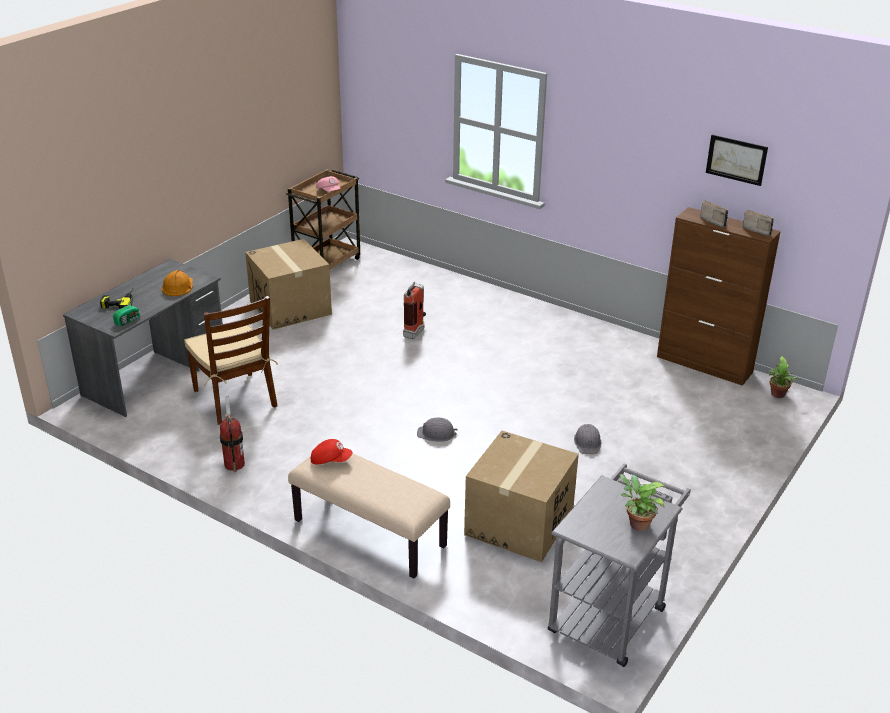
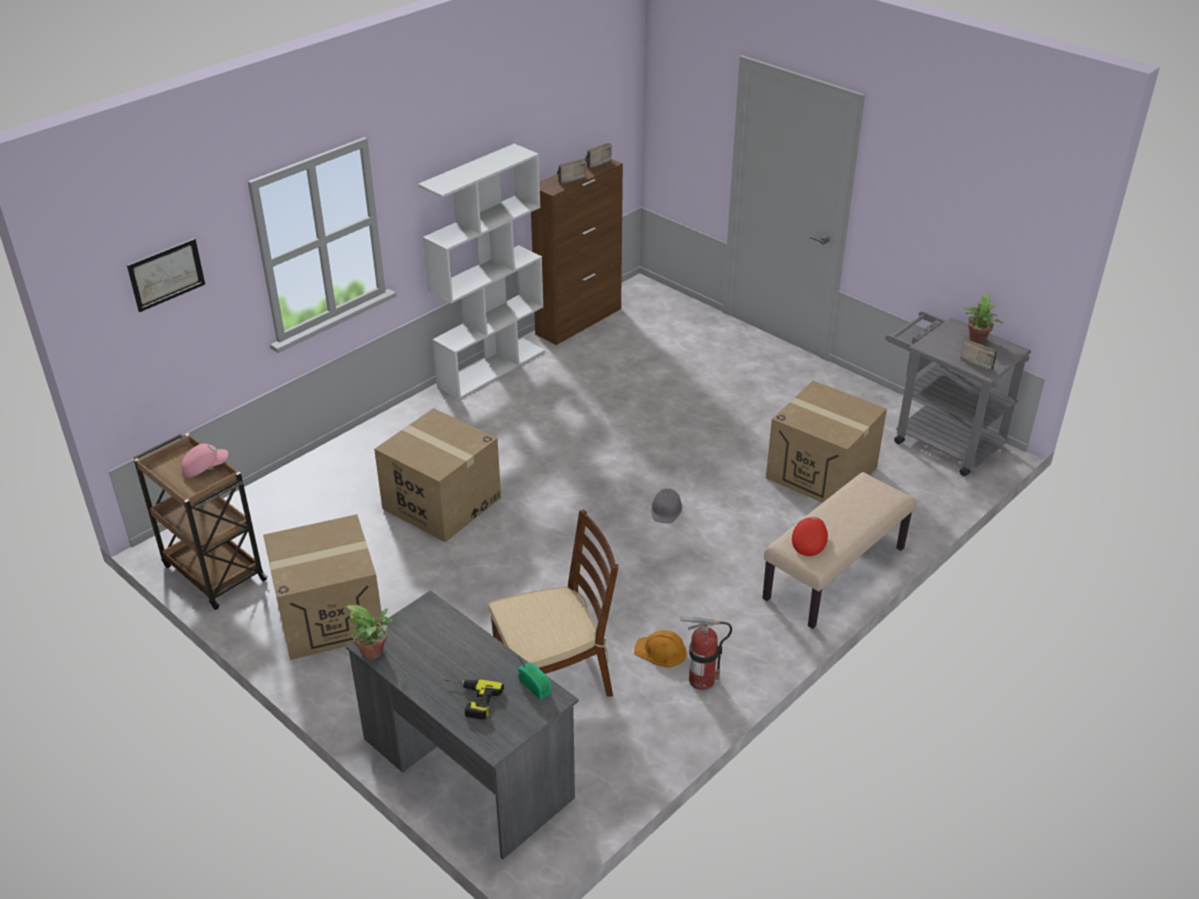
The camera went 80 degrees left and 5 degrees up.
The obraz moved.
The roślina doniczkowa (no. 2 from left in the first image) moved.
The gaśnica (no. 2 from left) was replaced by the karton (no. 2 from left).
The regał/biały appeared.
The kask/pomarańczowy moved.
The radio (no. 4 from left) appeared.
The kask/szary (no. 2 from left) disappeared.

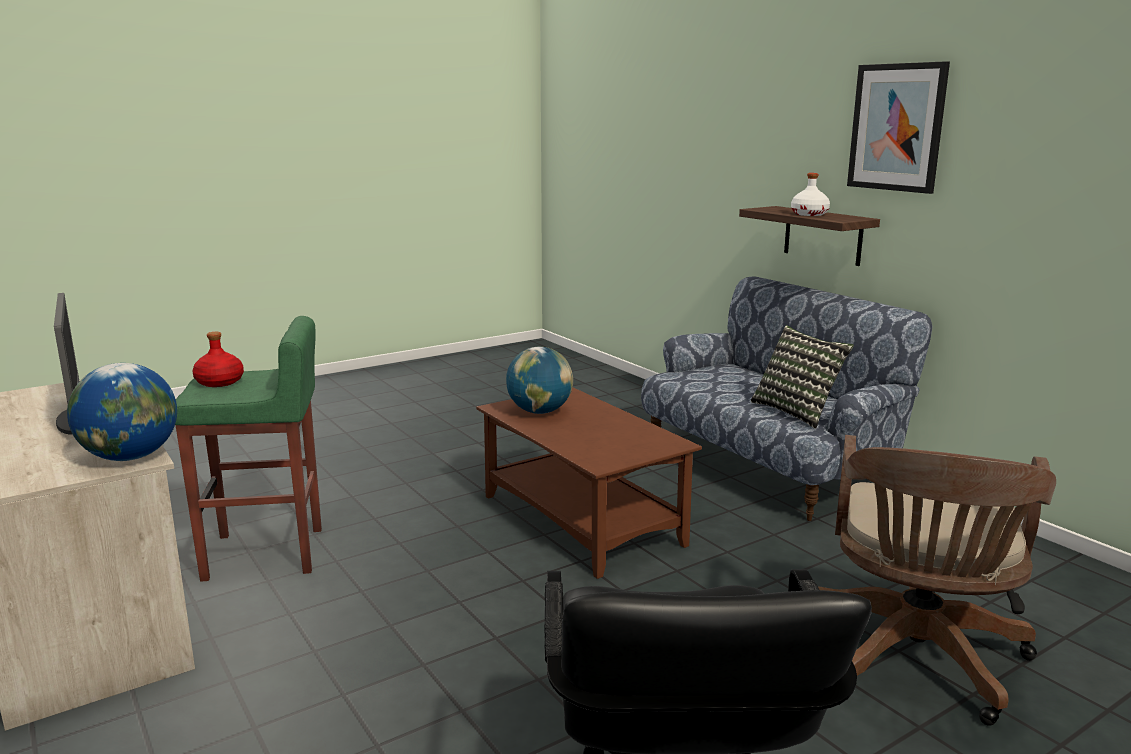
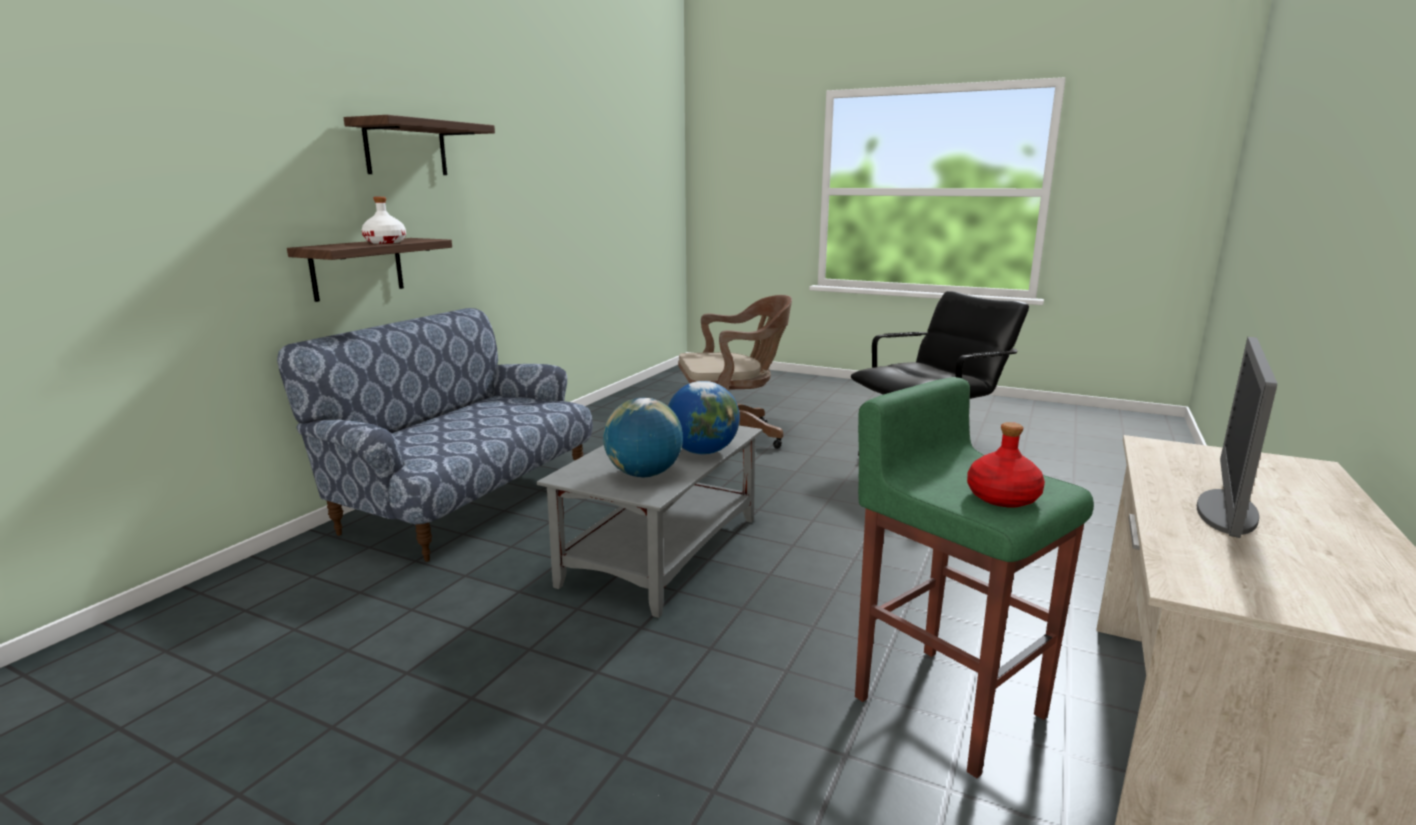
The camera went 120 degrees left and 0 degrees up.
The obraz was replaced by the półka (no. 2 from left).
The ława/brązowy became the ława/szary.
The globus (no. 1 from left in the first image) moved.
The poduszka disappeared.

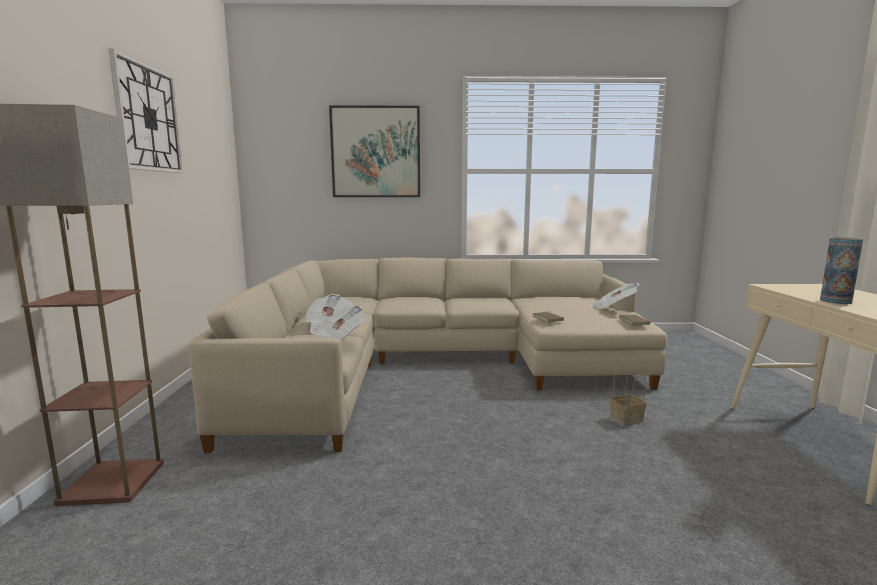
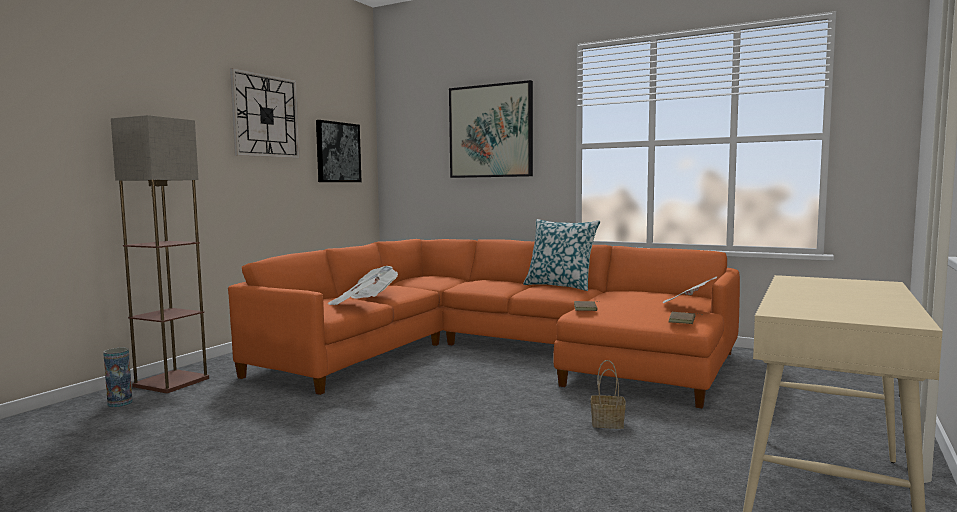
The camera went 30 degrees right and 5 degrees down.
The wazon moved.
The kanapa/beżowy became the kanapa/pomarańczowy.
The obraz (no. 1 from left) appeared.
The poduszka appeared.

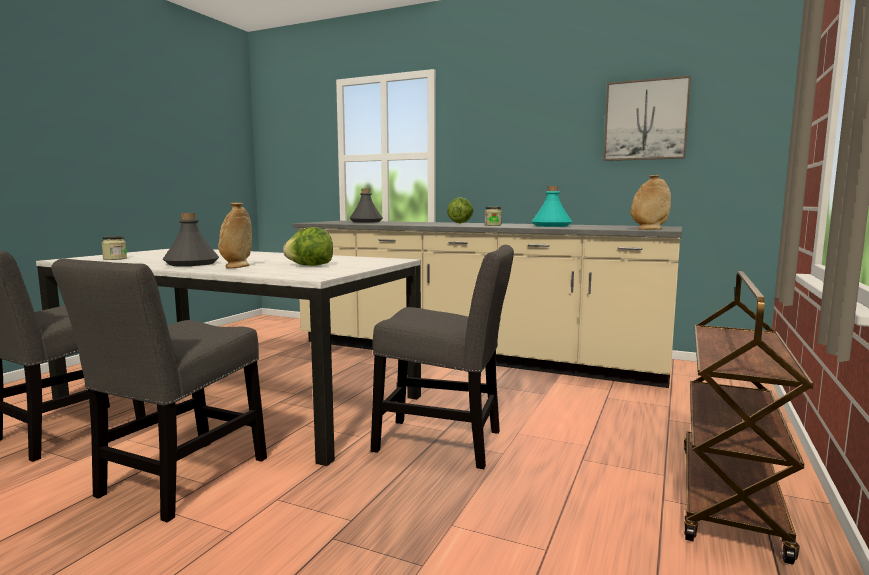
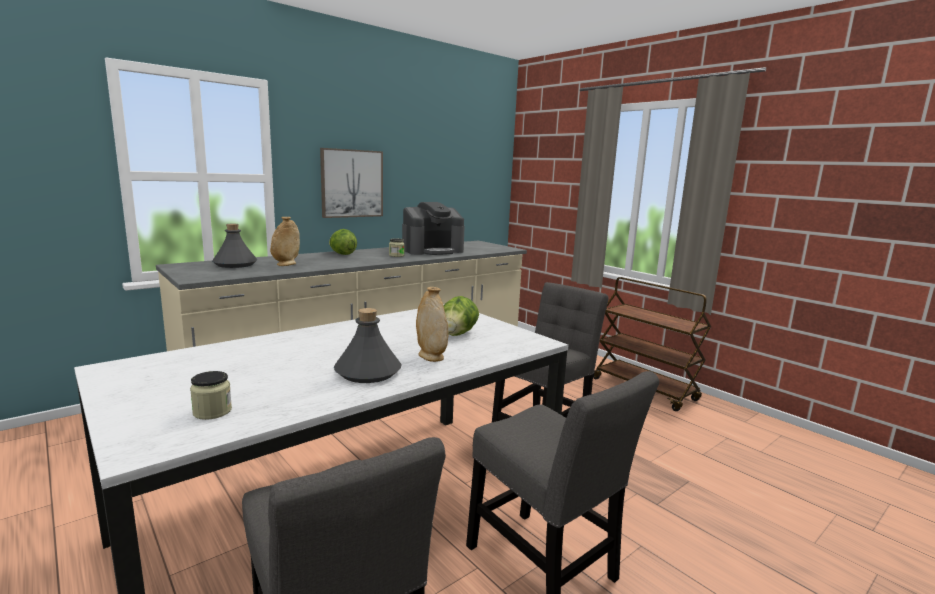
The camera went 65 degrees left and 5 degrees up.
The wazon/beżowy (no. 2 from left in the first image) moved.
The obraz moved.
The butelka/turkusowy was replaced by the ekspres do kawy.

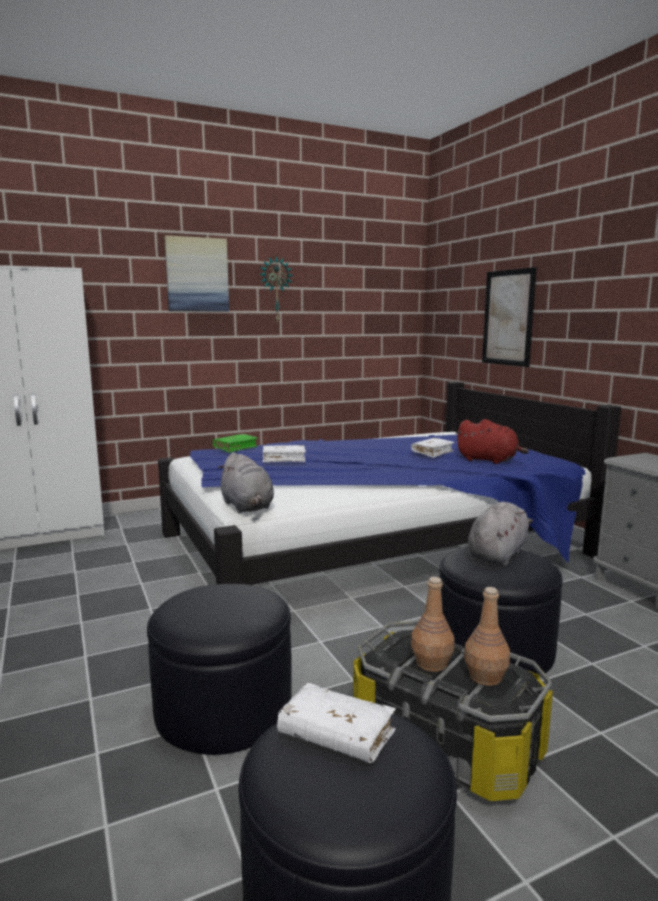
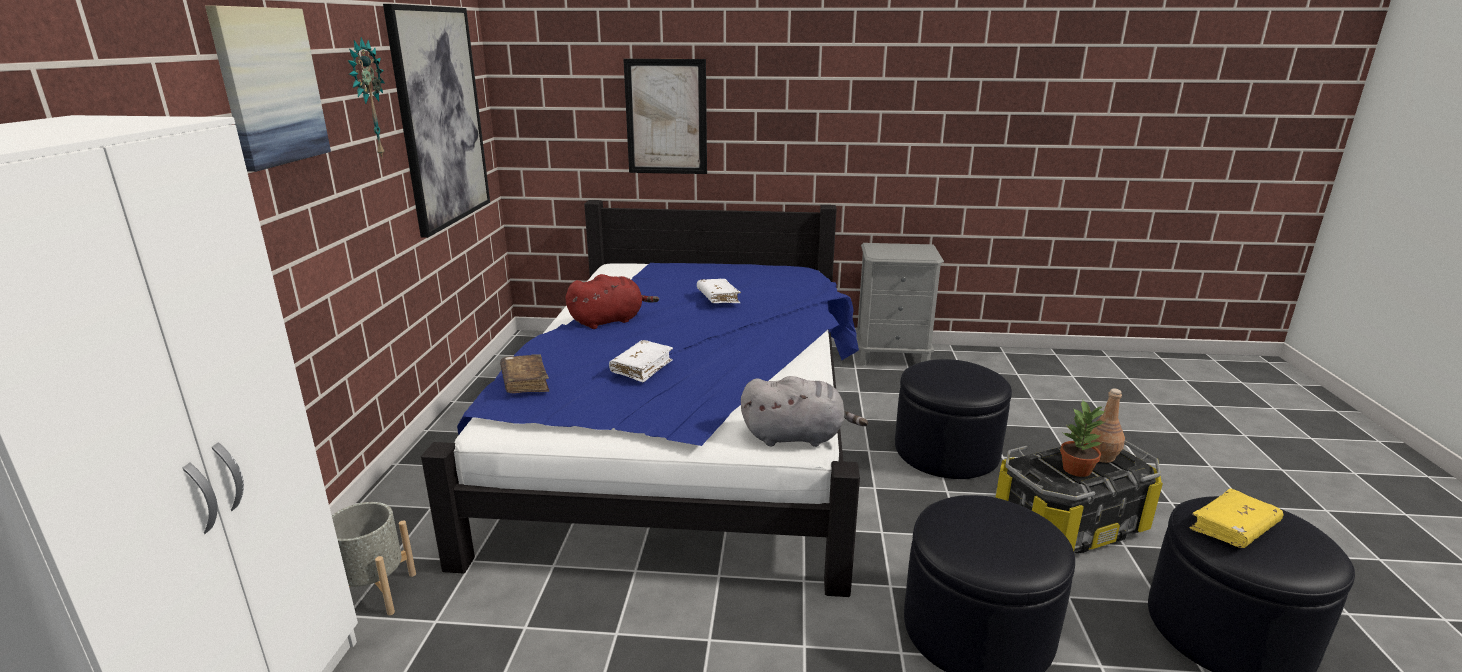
The camera went 60 degrees left and 10 degrees up.
The donica/szary appeared.
The obraz (no. 2 from left) appeared.
The książka/zielony became the książka/brązowy.
The pluszak/czerwony moved.
The butelka/brązowy (no. 1 from left) was replaced by the roślina doniczkowa.
The książka/biały (no. 2 from left) became the książka/żółty.
The pluszak/szary (no. 2 from left) disappeared.

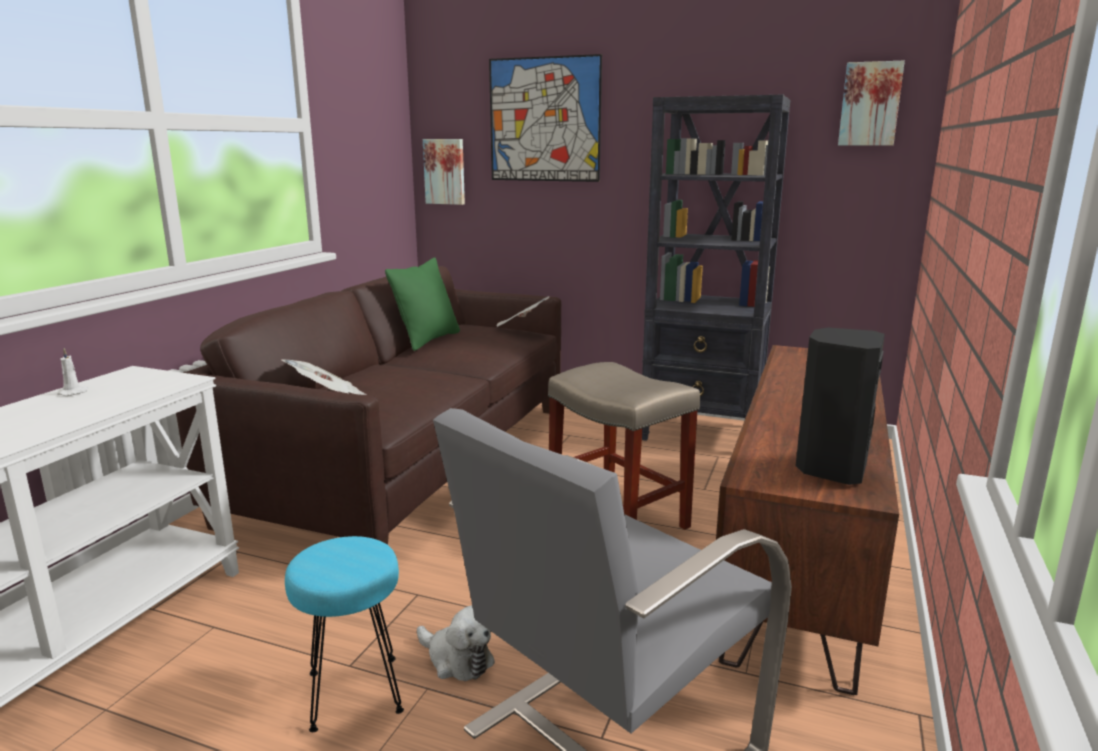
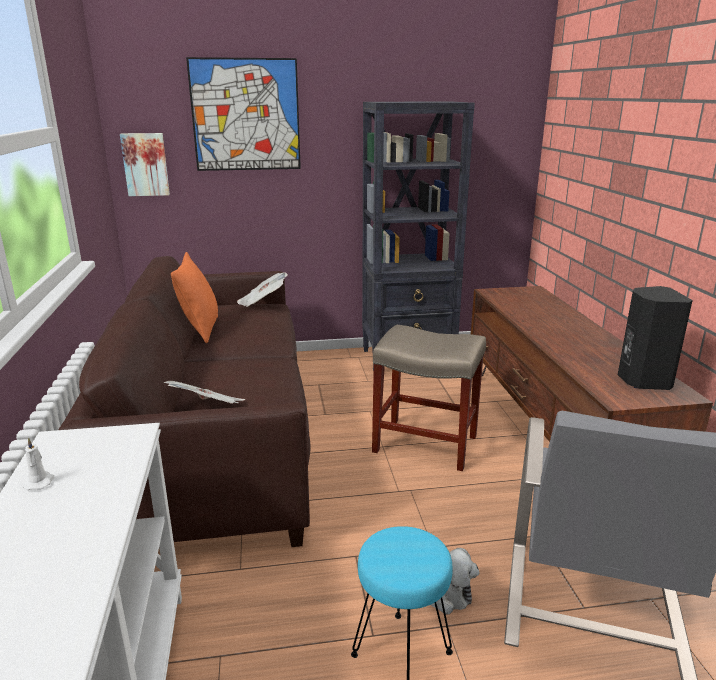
The camera went 30 degrees left and 5 degrees up.
The poduszka/zielony became the poduszka/pomarańczowy.
The obraz (no. 3 from left) disappeared.

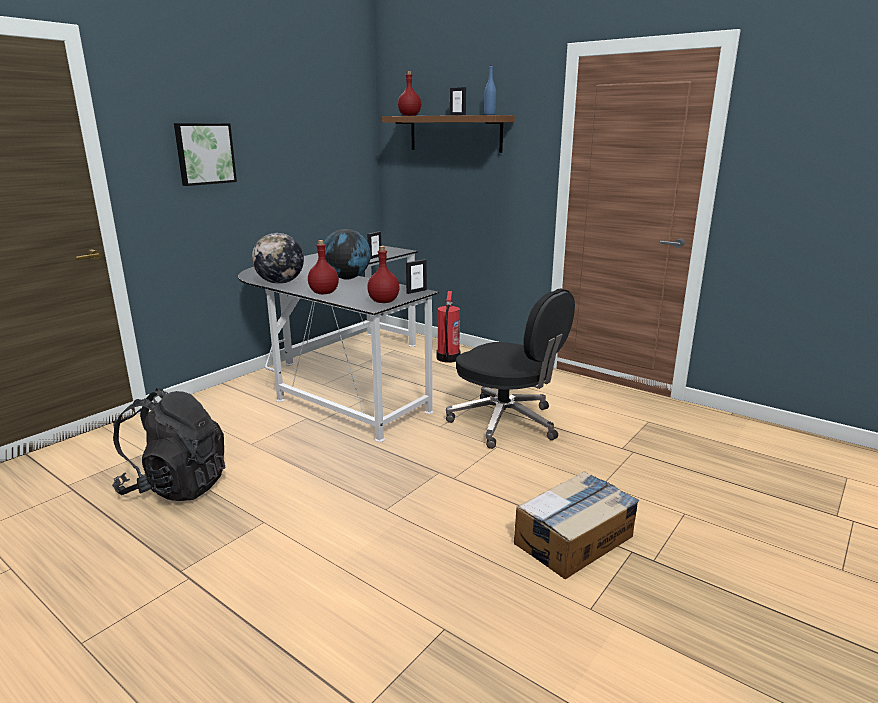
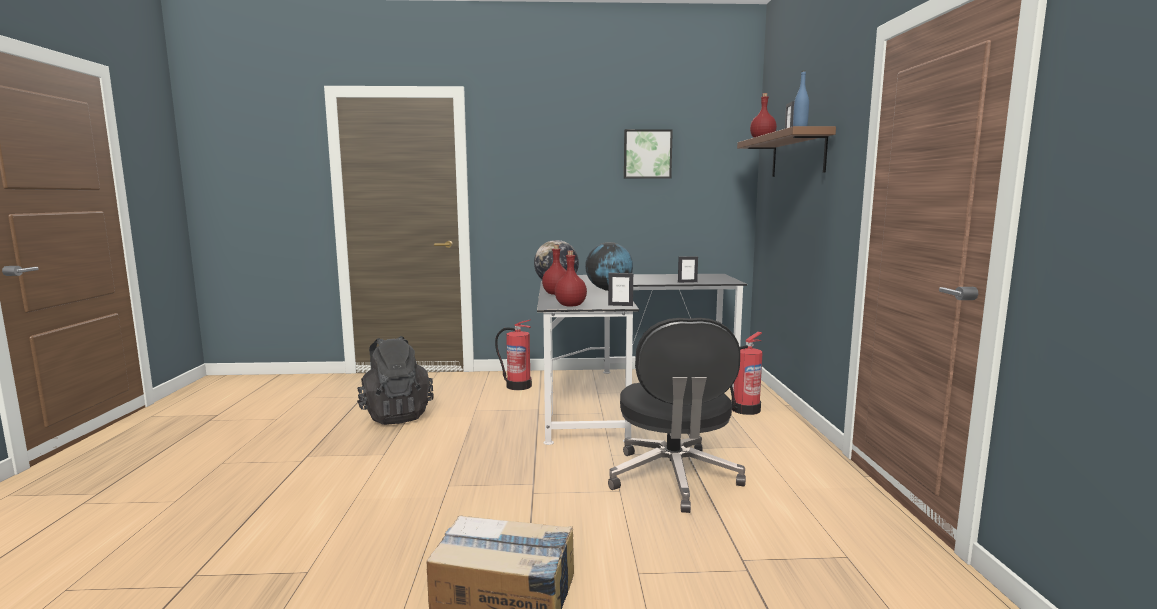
The camera went 50 degrees right and 10 degrees down.
The gaśnica (no. 1 from left) appeared.
The obraz moved.

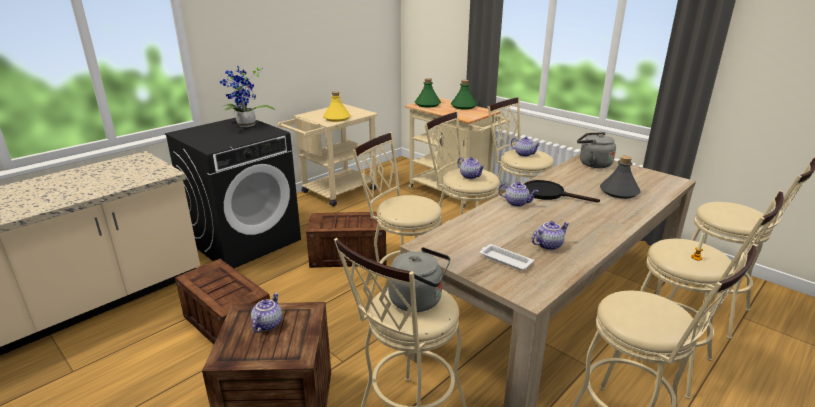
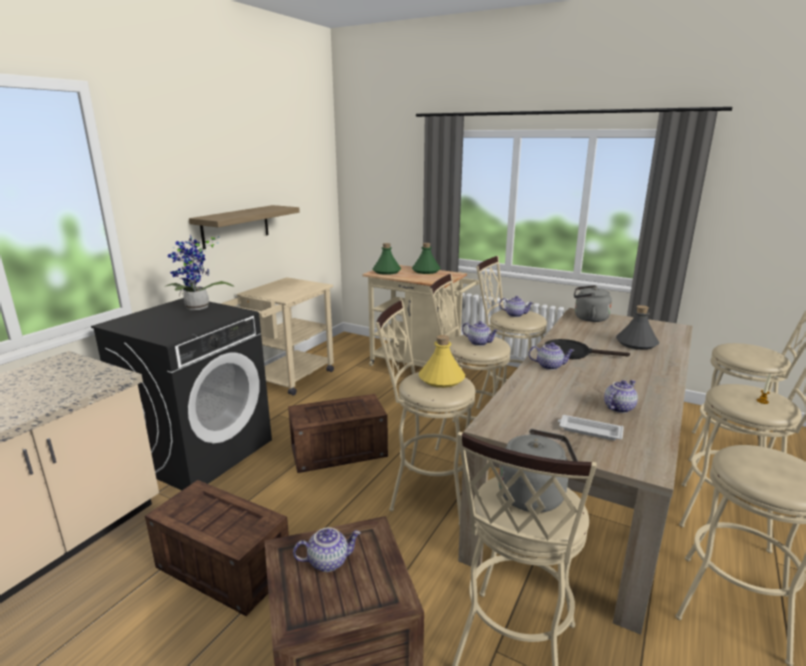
The camera went 15 degrees left and 5 degrees down.
The półka appeared.
The imbryk (no. 1 from left) turned 75 degrees clockwise.
The butelka/żółty moved.

